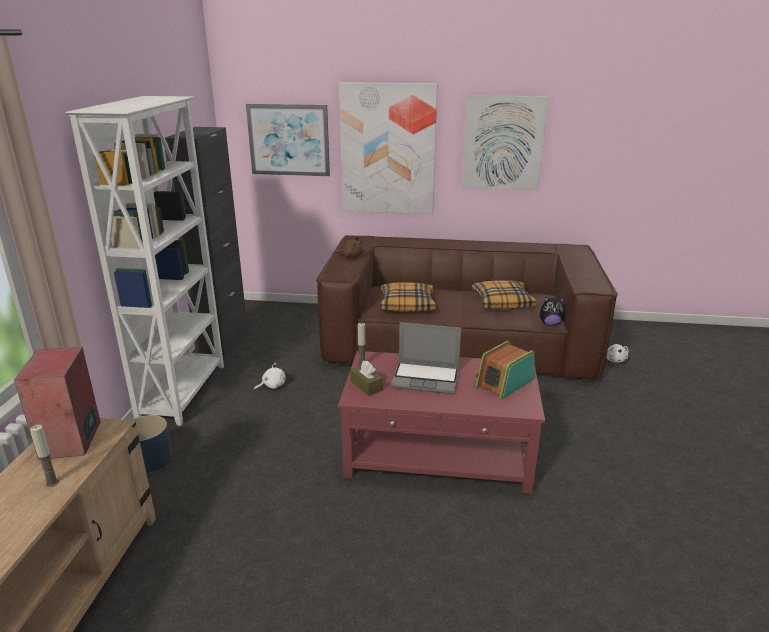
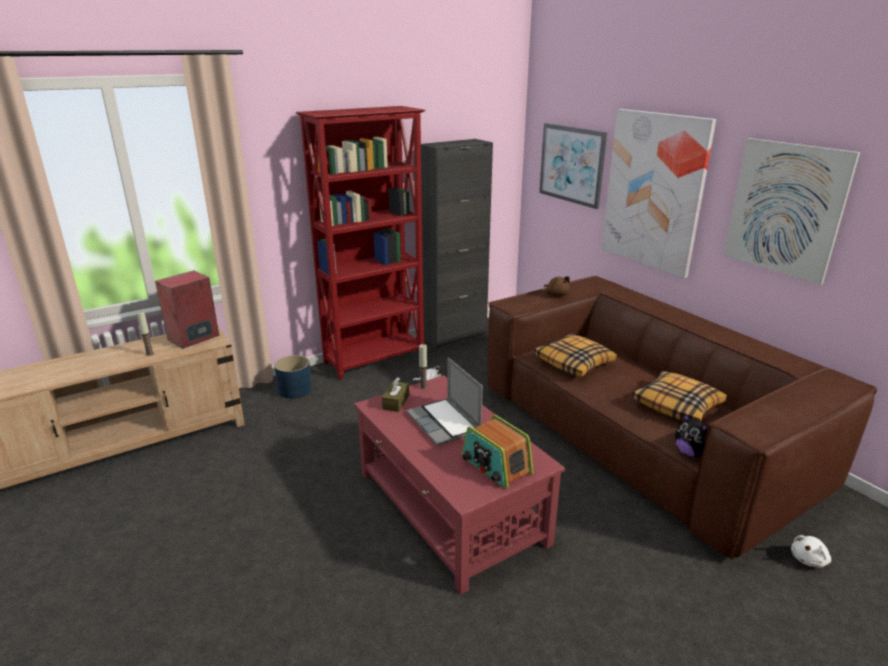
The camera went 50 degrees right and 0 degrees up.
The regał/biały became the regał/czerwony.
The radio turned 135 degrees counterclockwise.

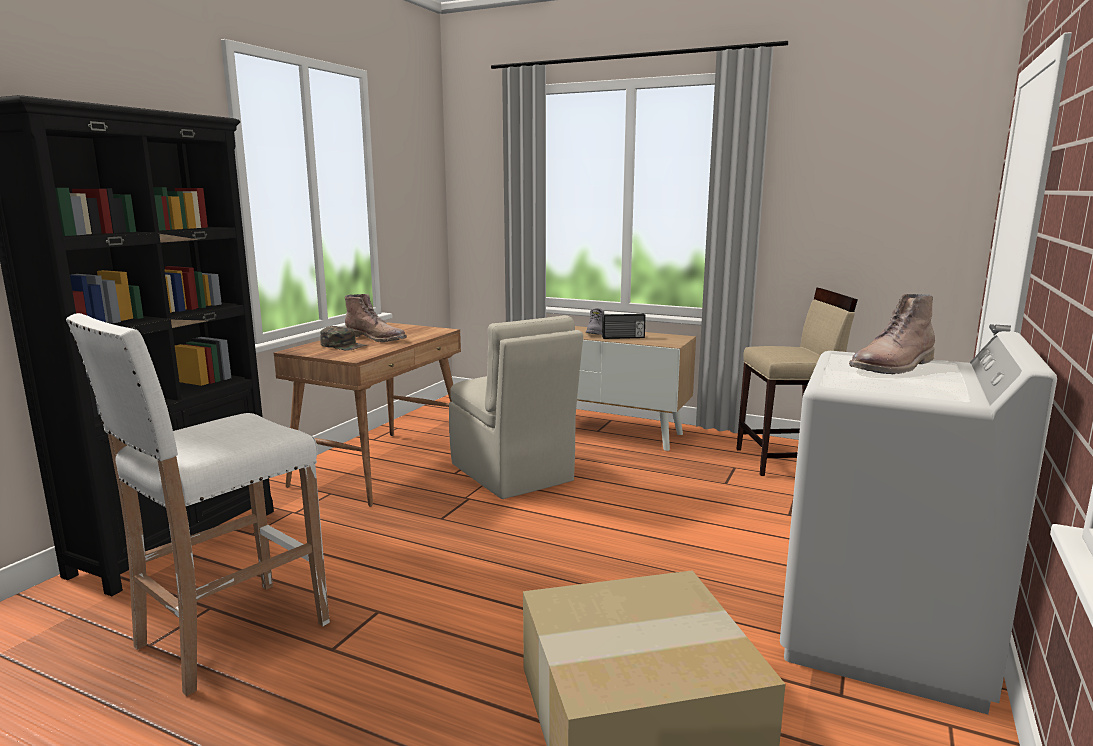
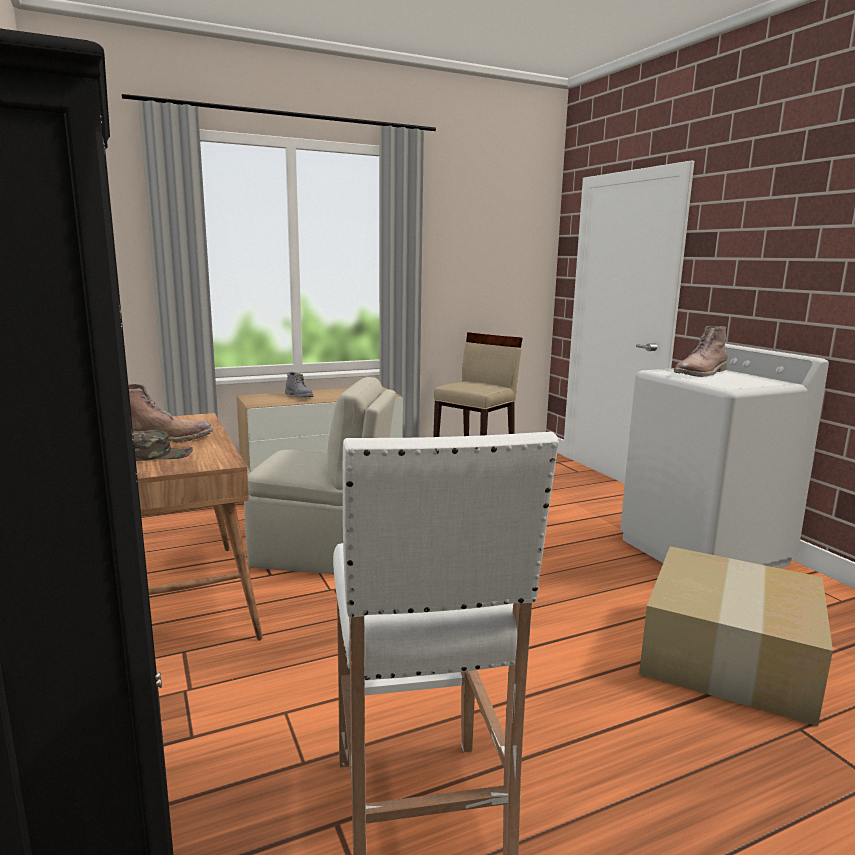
The camera went 50 degrees left and 0 degrees up.
The but z cholewką/brązowy (no. 2 from left) turned 45 degrees clockwise.
The radio disappeared.

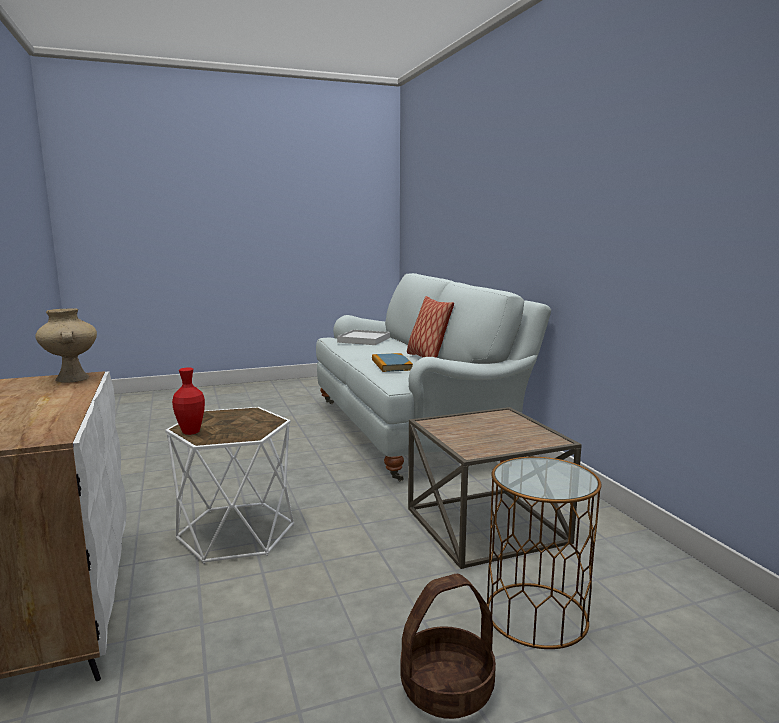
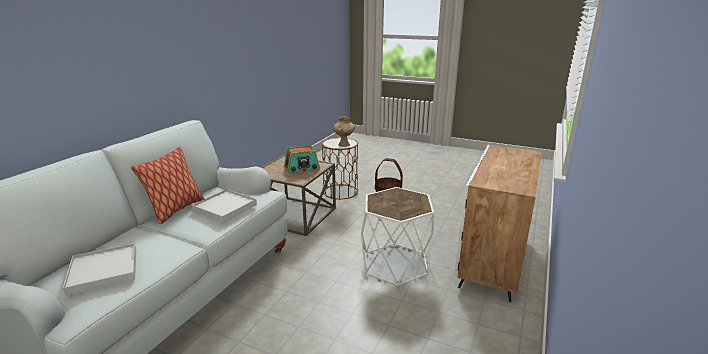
The camera went 135 degrees left and 10 degrees up.
The książka was replaced by the taca/biały (no. 2 from left).
The radio appeared.
The wazon/beżowy moved.
The wazon/czerwony disappeared.

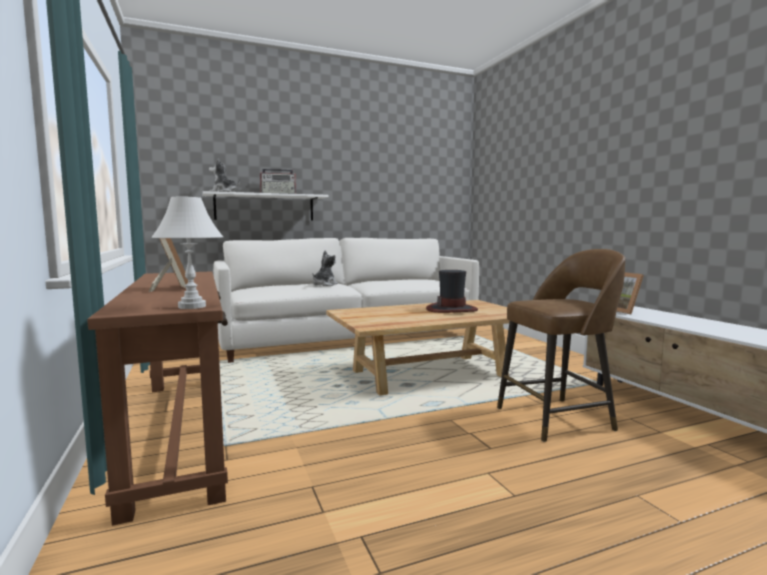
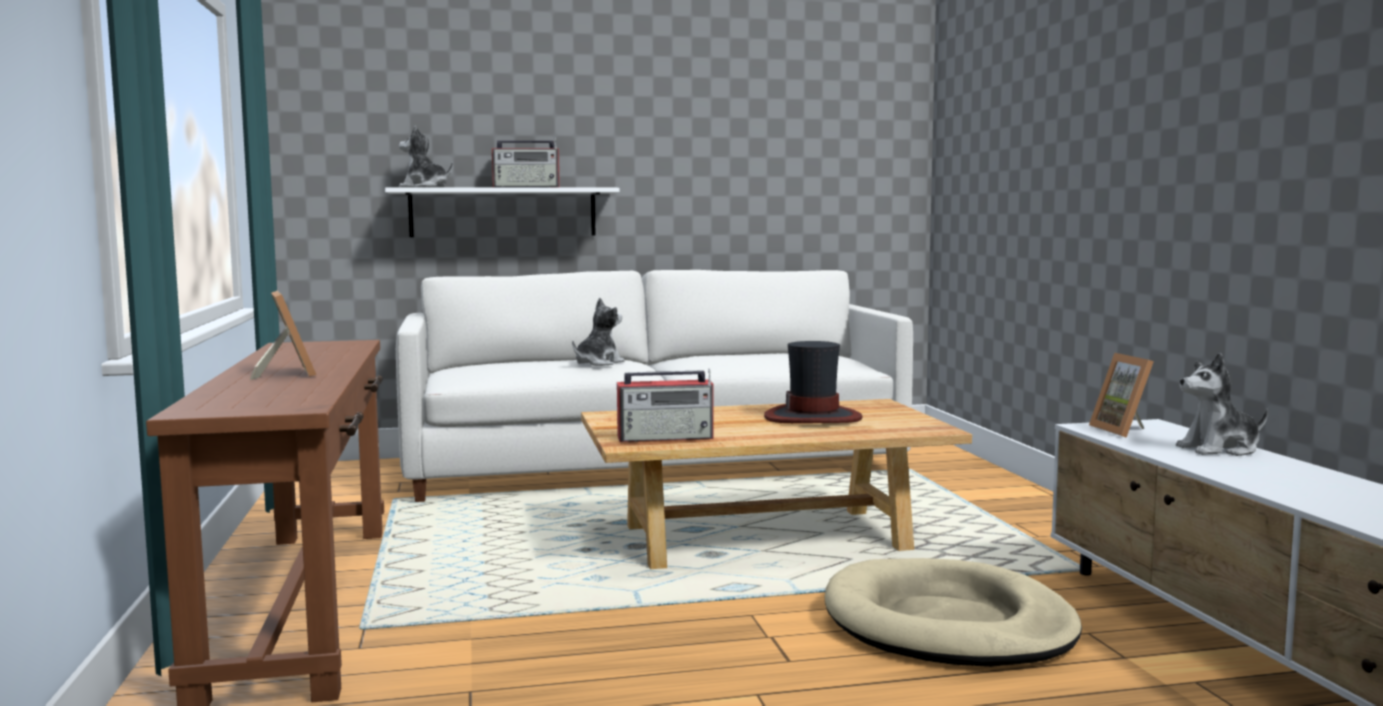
The camera went 10 degrees right and 0 degrees up.
The radio (no. 2 from left) appeared.
The stołek/brązowy was replaced by the legowisko/beżowy.
The pluszak (no. 3 from left) appeared.
The lampa stołowa/biały disappeared.

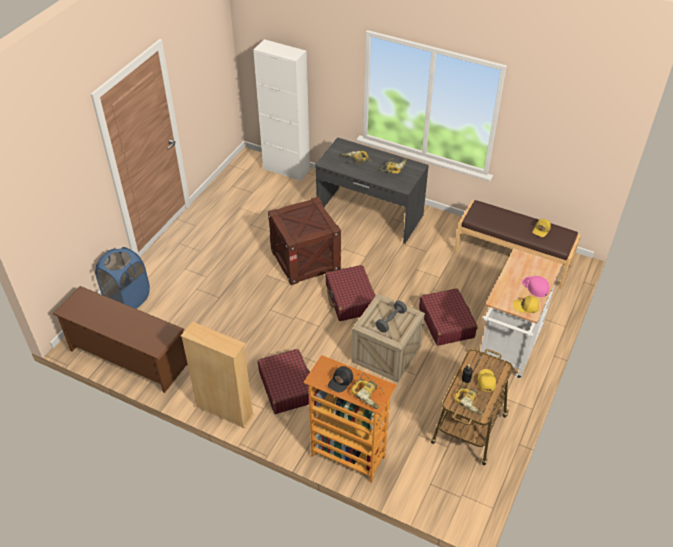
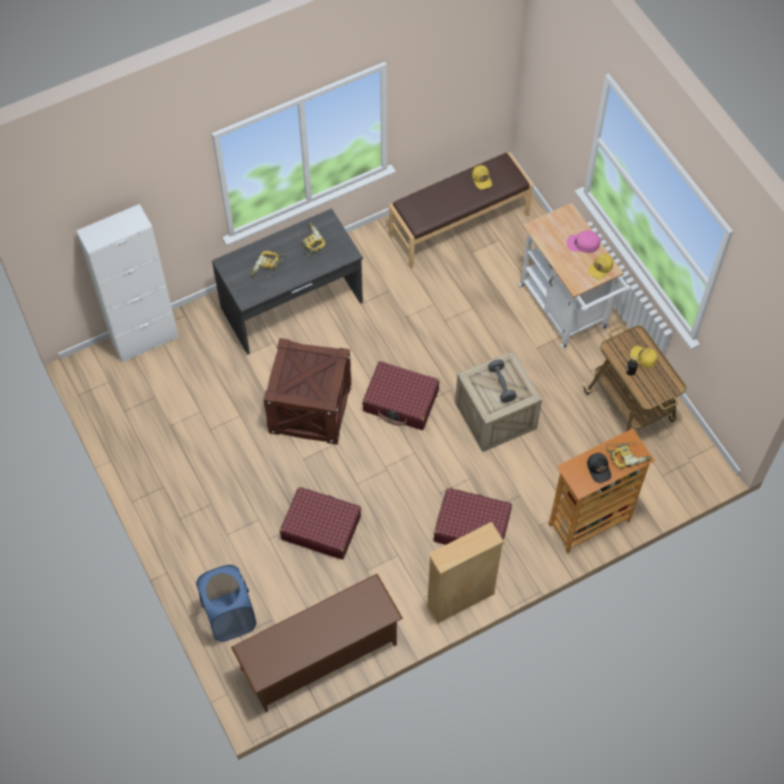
The camera went 55 degrees left and 15 degrees up.
The walizka/czerwony (no. 3 from left in the first image) moved.
The wiertarka (no. 4 from left) disappeared.

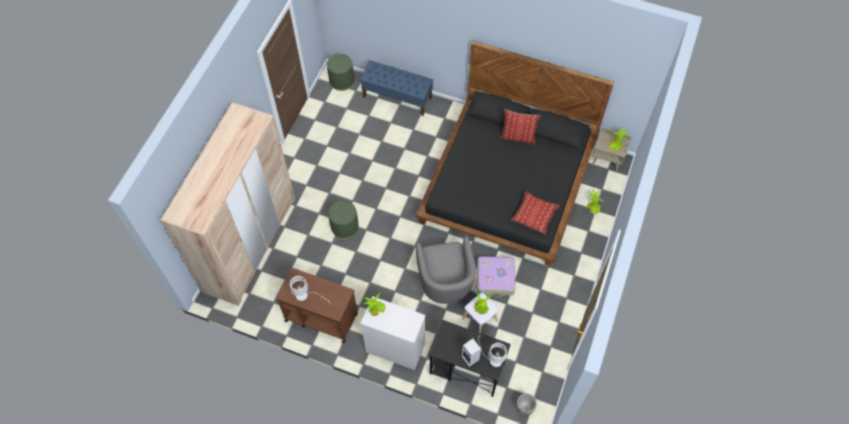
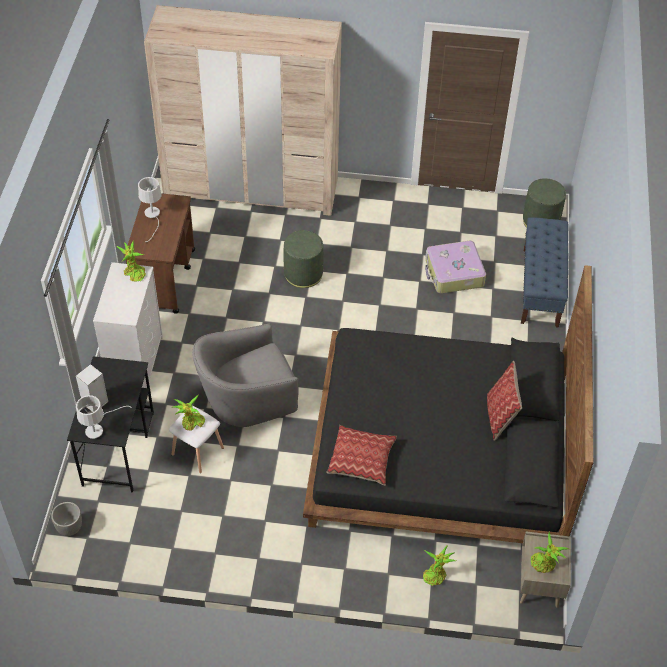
The camera went 75 degrees right and 10 degrees down.
The walizka moved.

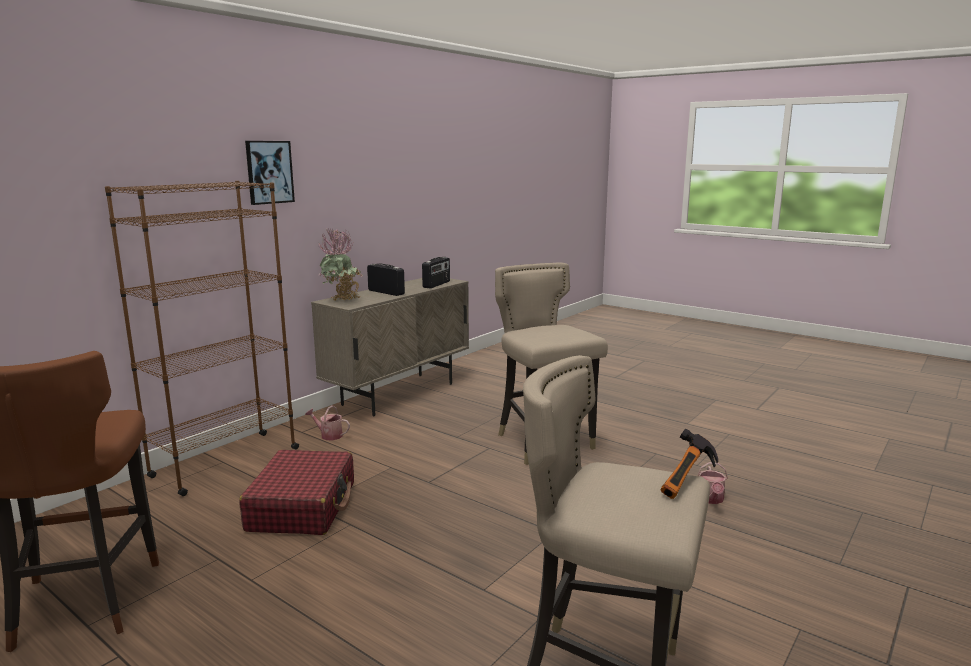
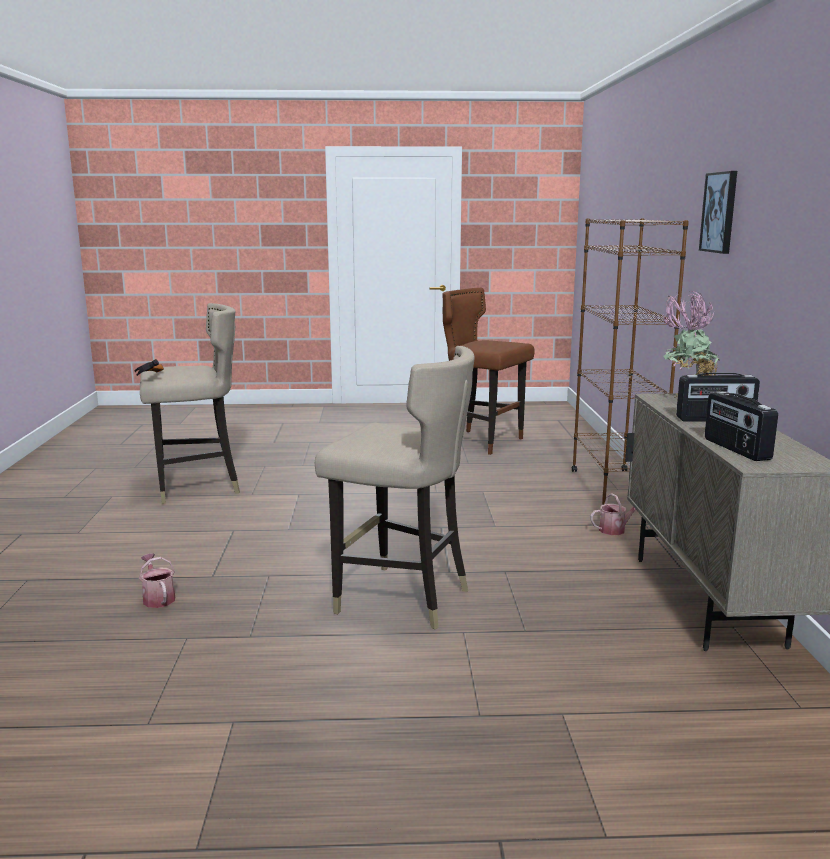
The camera went 140 degrees right and 0 degrees up.
The walizka/czerwony disappeared.

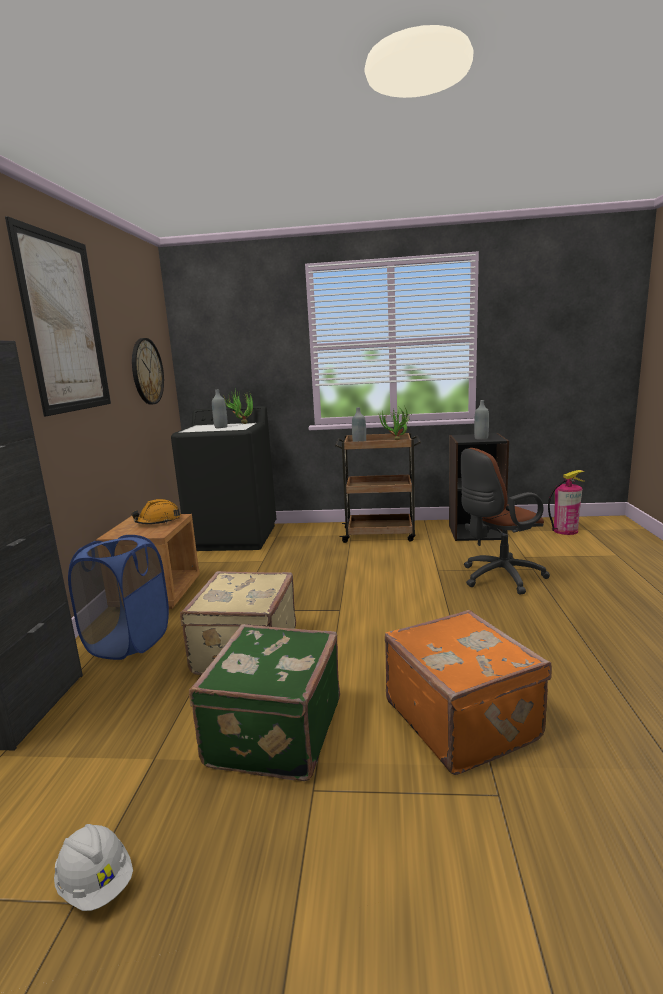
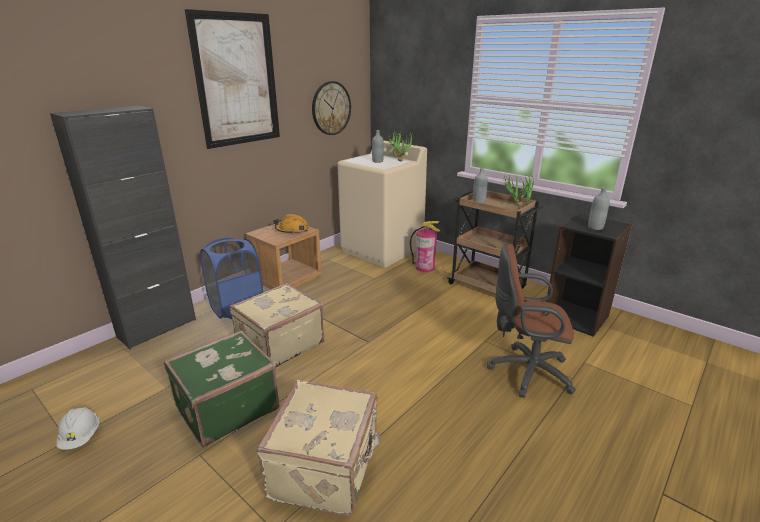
The camera went 35 degrees right and 10 degrees up.
The walizka/pomarańczowy became the walizka/beżowy (no. 2 from left).
The pralka/czarny became the pralka/beżowy.
The gaśnica moved.

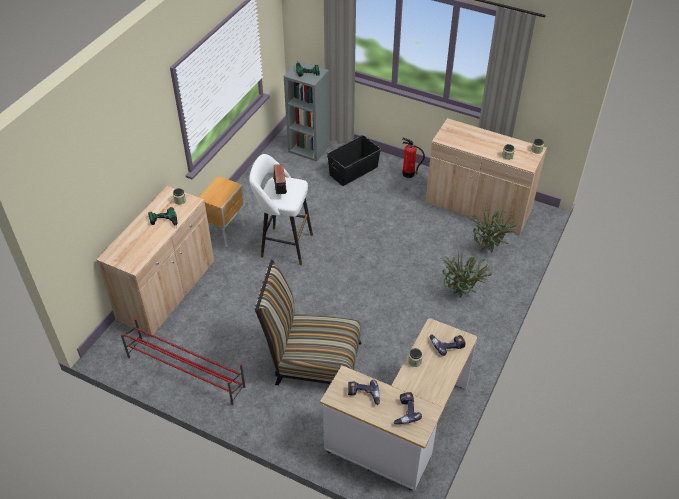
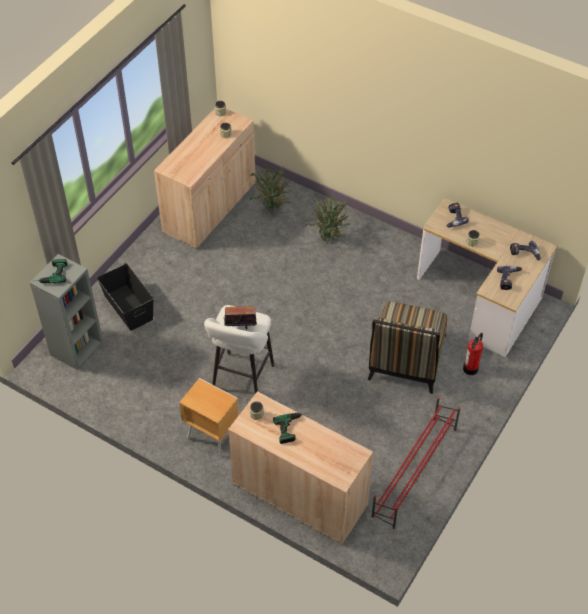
The camera went 85 degrees left and 5 degrees up.
The gaśnica moved.

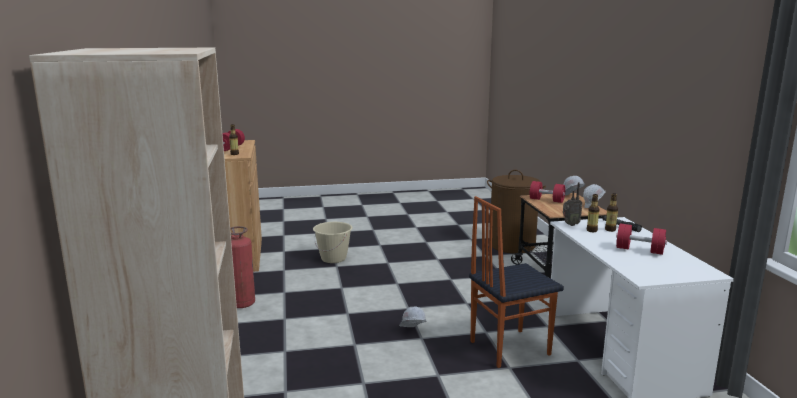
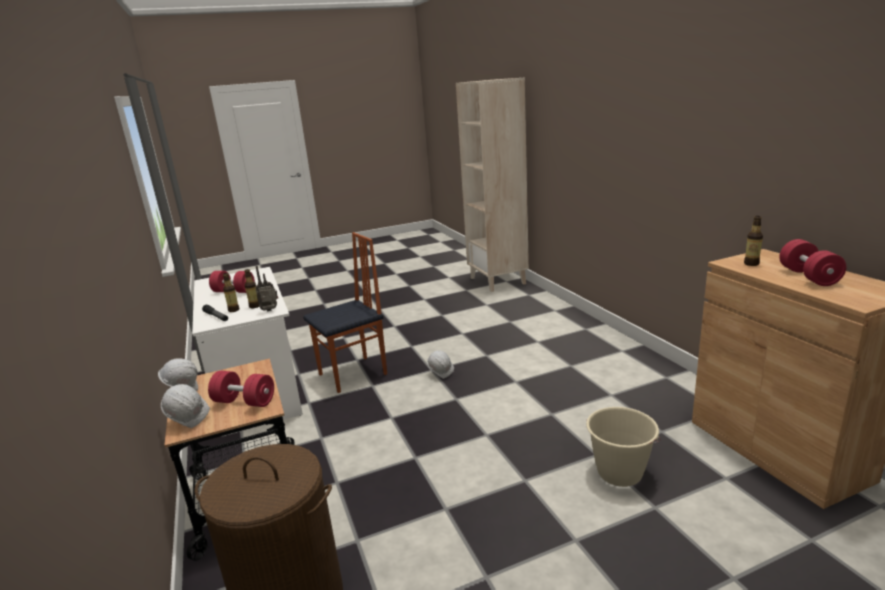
The camera went 170 degrees right and 5 degrees up.
The gaśnica disappeared.

